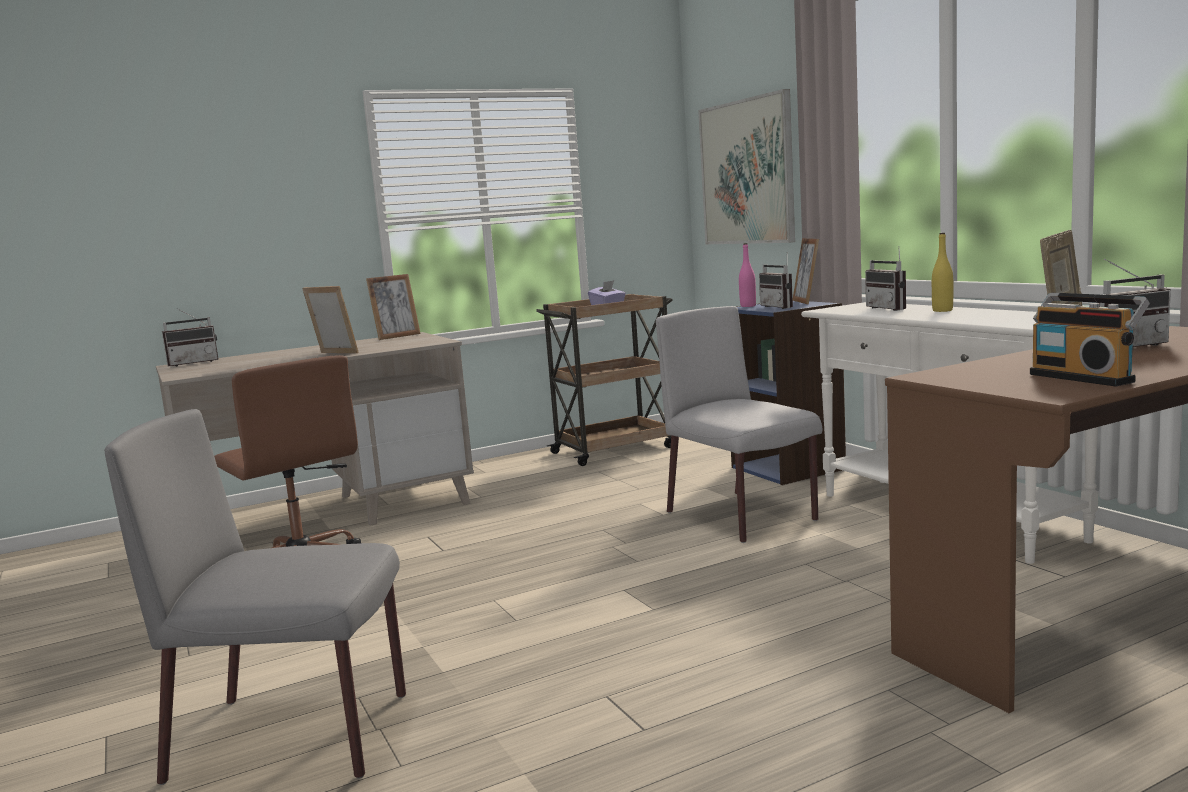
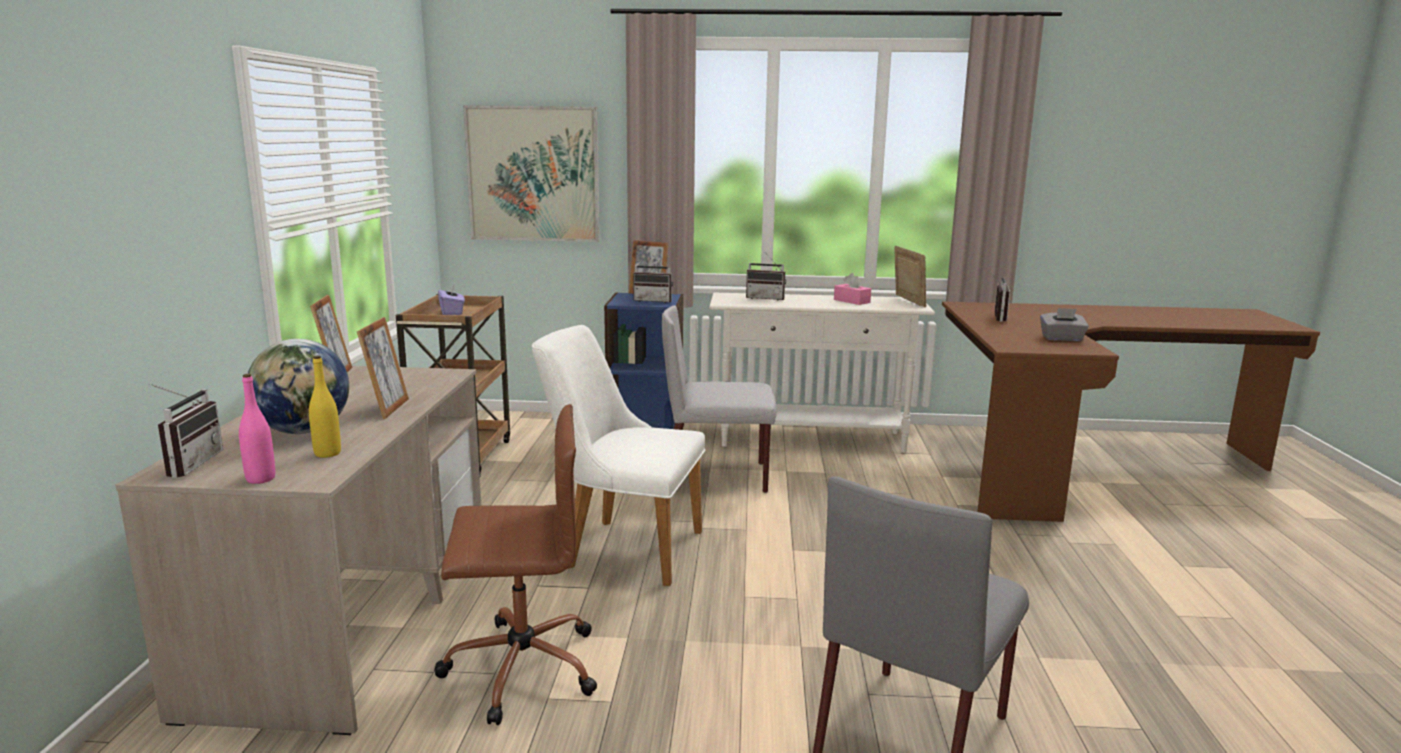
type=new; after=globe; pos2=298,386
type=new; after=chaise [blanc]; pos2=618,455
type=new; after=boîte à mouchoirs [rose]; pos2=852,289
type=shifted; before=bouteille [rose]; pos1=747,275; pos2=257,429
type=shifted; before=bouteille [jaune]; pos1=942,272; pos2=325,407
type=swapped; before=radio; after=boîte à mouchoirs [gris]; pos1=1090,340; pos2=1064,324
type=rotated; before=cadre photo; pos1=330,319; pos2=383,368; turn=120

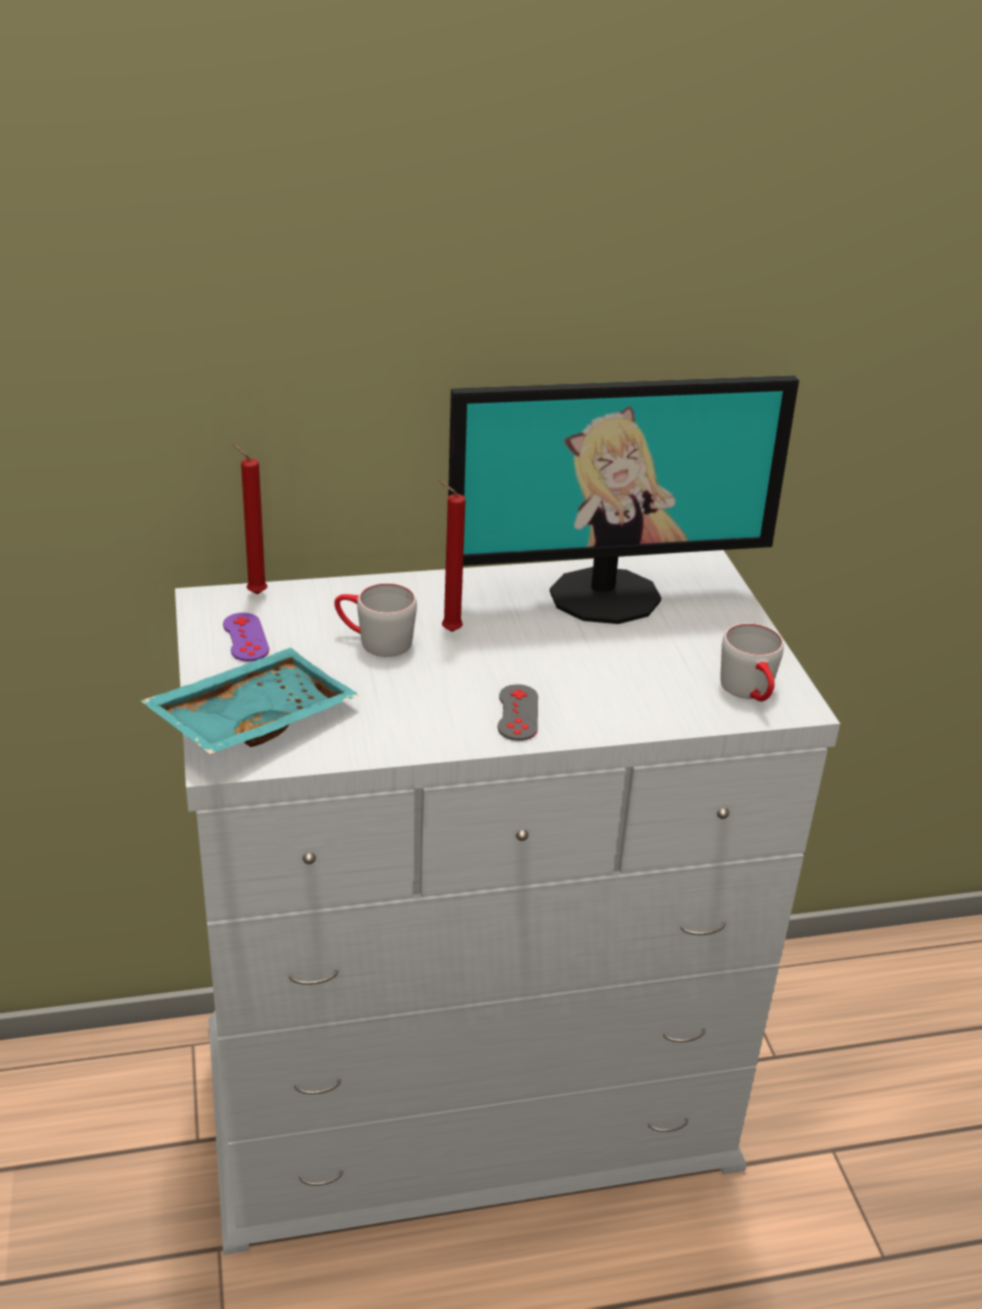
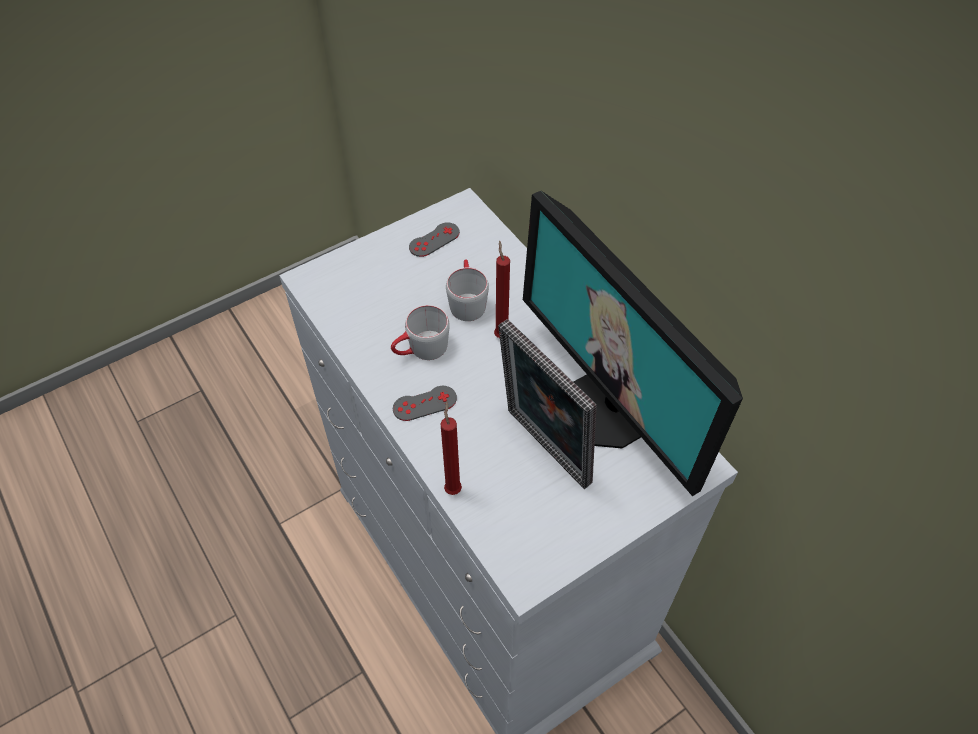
type=gone; before=plateau [turquoise]; pos1=250,701
type=new; after=cadre photo; pos2=547,404
type=shifted; before=bougie [rouge]; pos1=249,518; pos2=451,448
type=shifted; before=mug [gris]; pos1=752,662; pos2=420,332
type=repainted; before=manette [violet]; after=manette [gris]; pos1=246,637; pos2=434,239

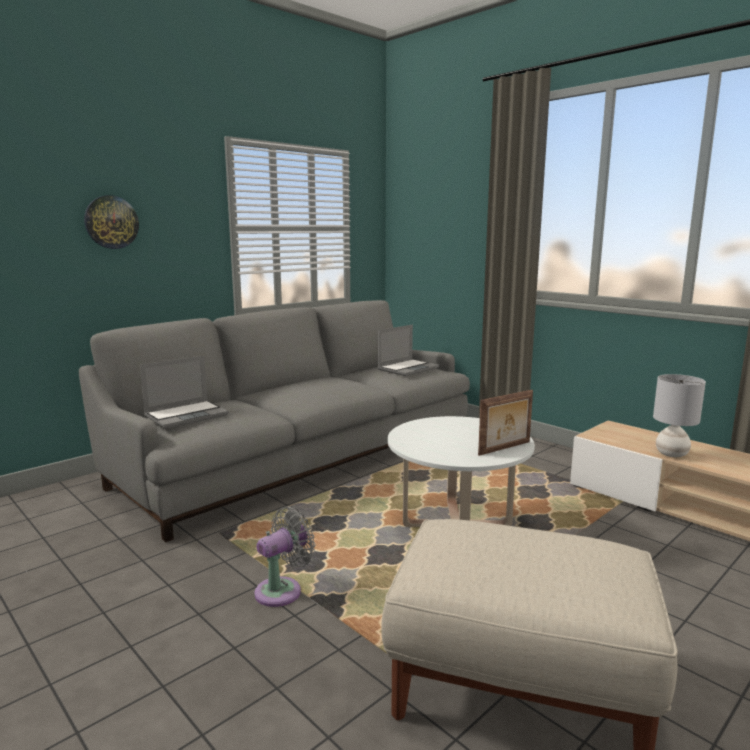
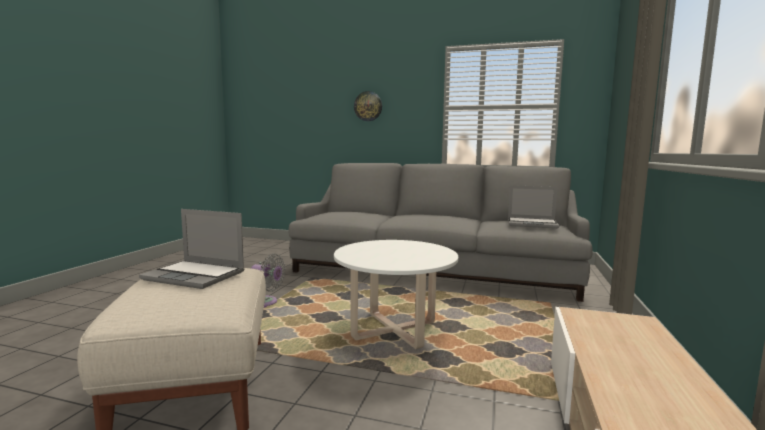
type=gone; before=cadre photo; pos1=505,423
type=gone; before=lampe de table [gris]; pos1=679,415
type=shifted; before=ordinateur portable; pos1=184,392; pos2=191,249

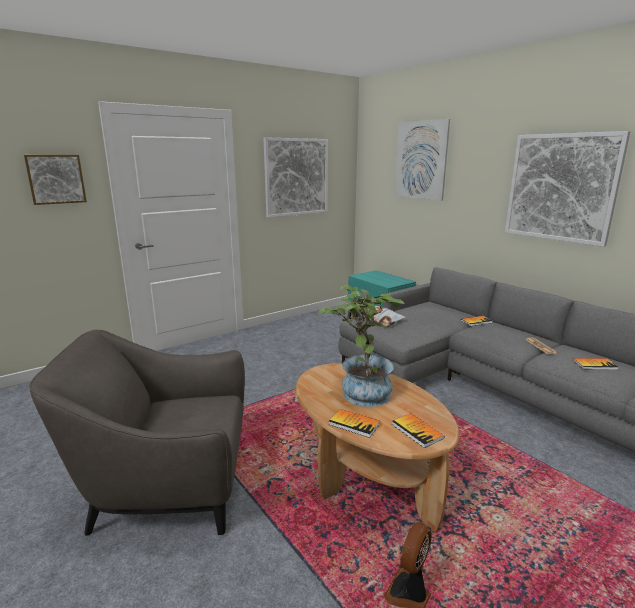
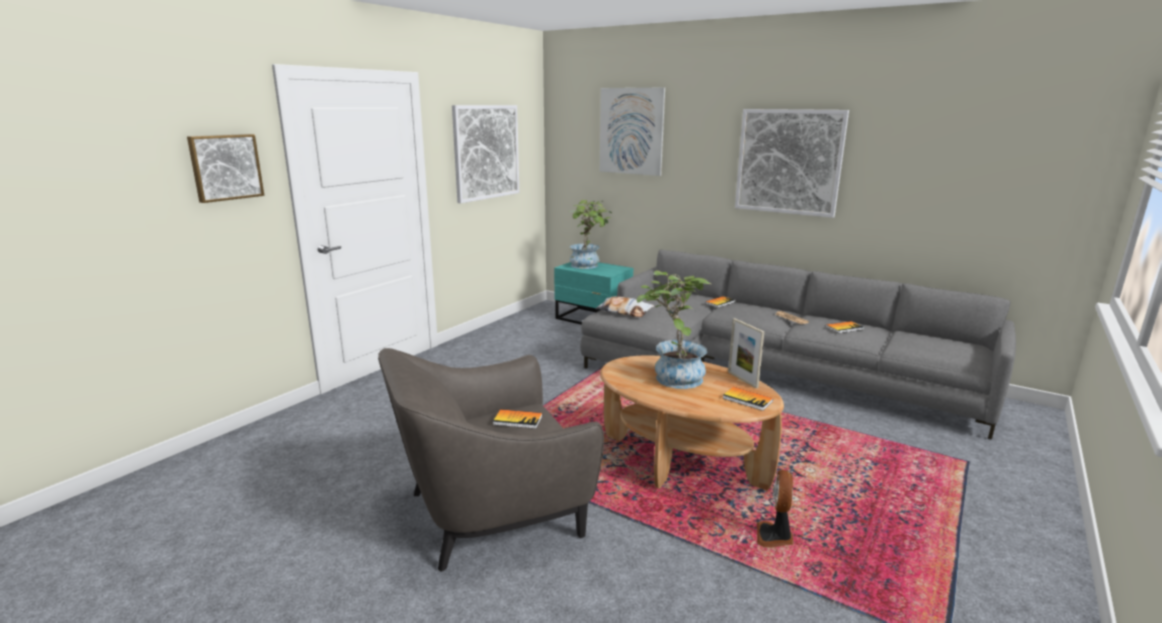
type=new; after=plante en pot; pos2=590,234
type=new; after=cadre photo; pos2=746,353
type=shifted; before=livre; pos1=354,423; pos2=517,419

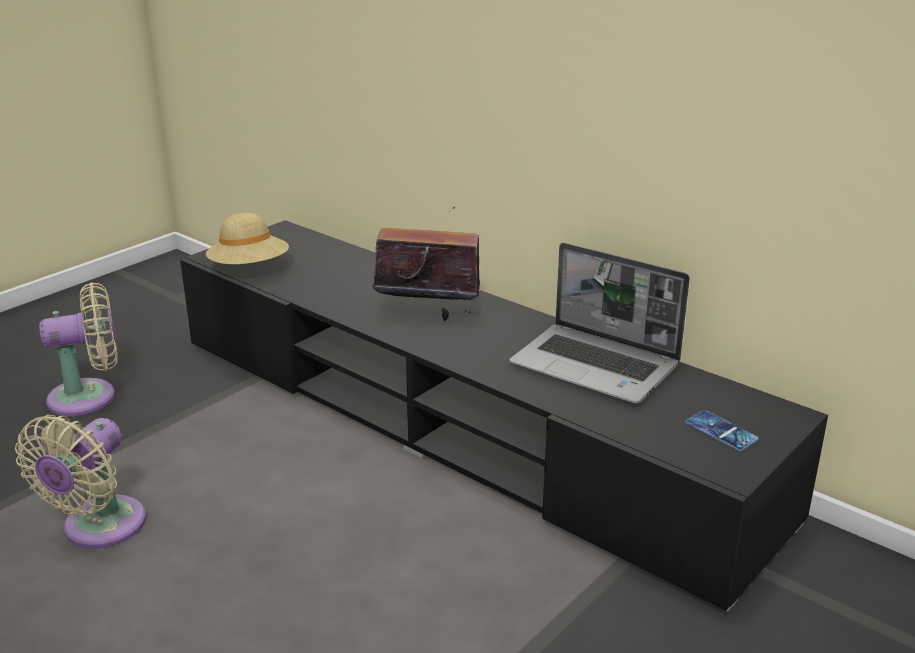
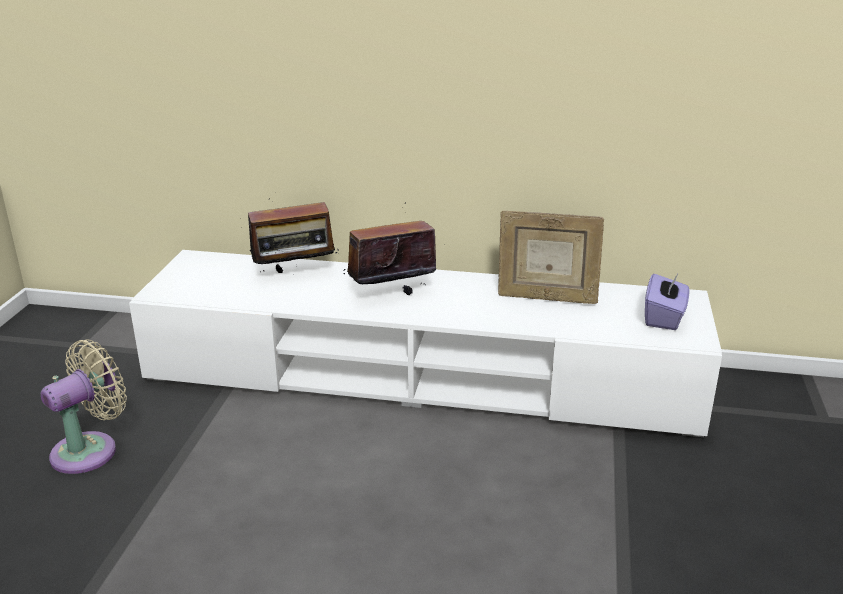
type=gone; before=ventilateur [beige]; pos1=80,482
type=gone; before=chapeau [beige]; pos1=247,238
type=new; after=radio; pos2=293,235
type=swapped; before=ordinateur portable; after=cadre photo; pos1=599,323; pos2=551,257
type=swapped; before=téléphone; after=boîte à mouchoirs [violet]; pos1=722,430; pos2=667,302
type=repainted; before=meuble télé [noir]; after=meuble télé [blanc]; pos1=504,416; pos2=425,343

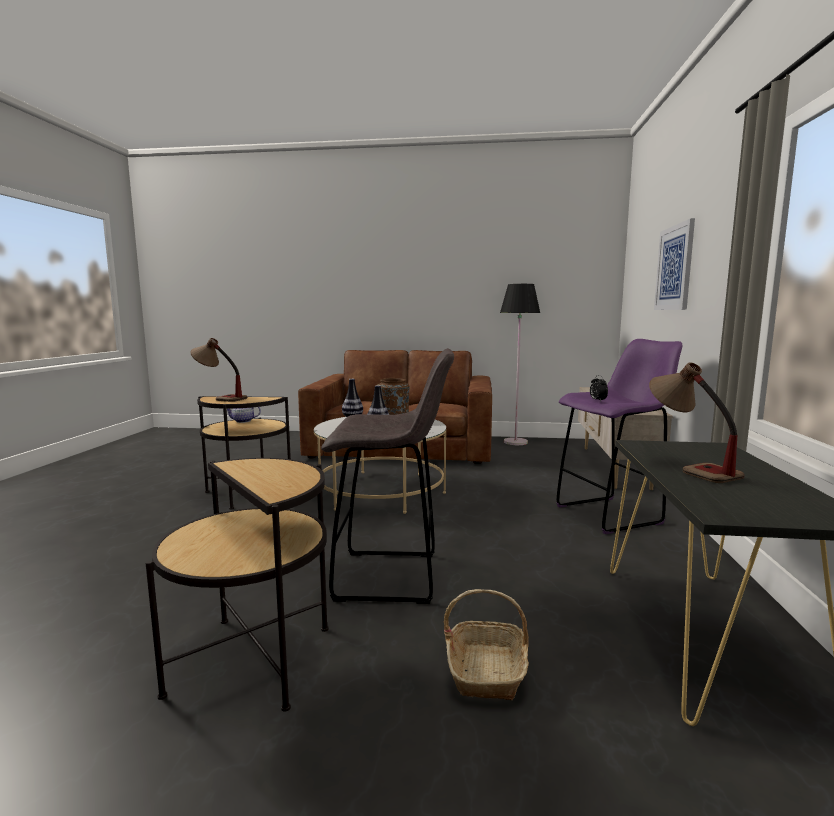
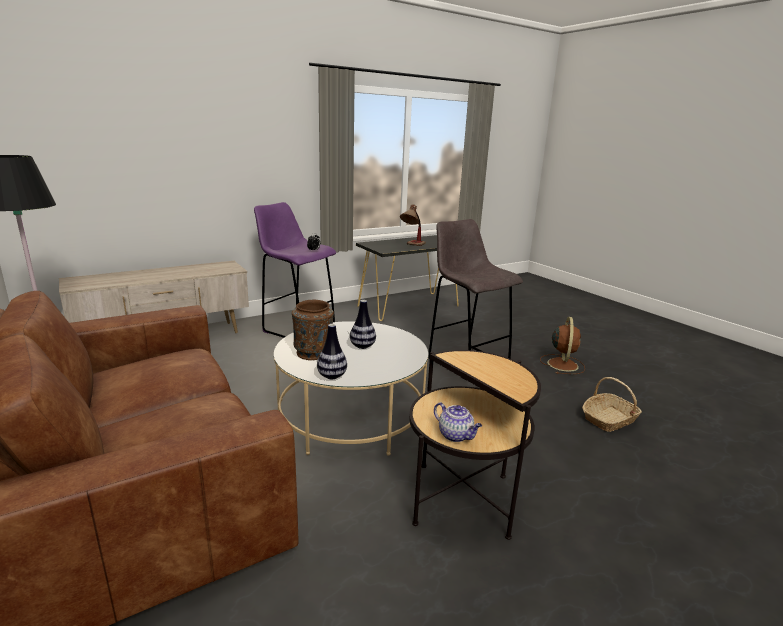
type=gone; before=lampe de table; pos1=218,370
type=gone; before=tableau; pos1=674,264
type=shifted; before=panier; pos1=486,644; pos2=612,404
type=swapped; before=table d'appoint; after=ventilateur [marron]; pos1=237,585; pos2=562,345

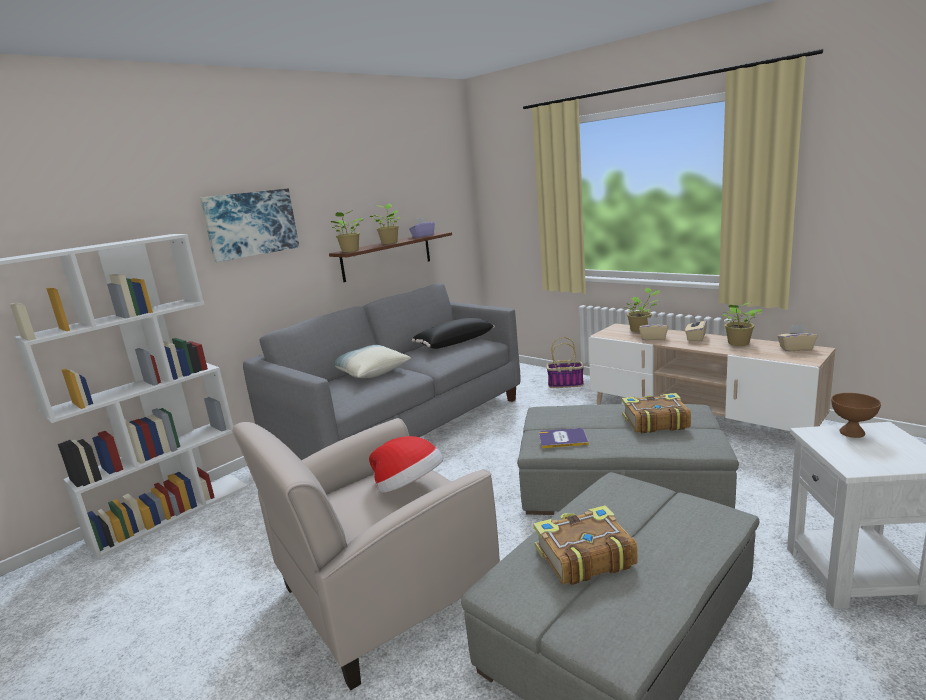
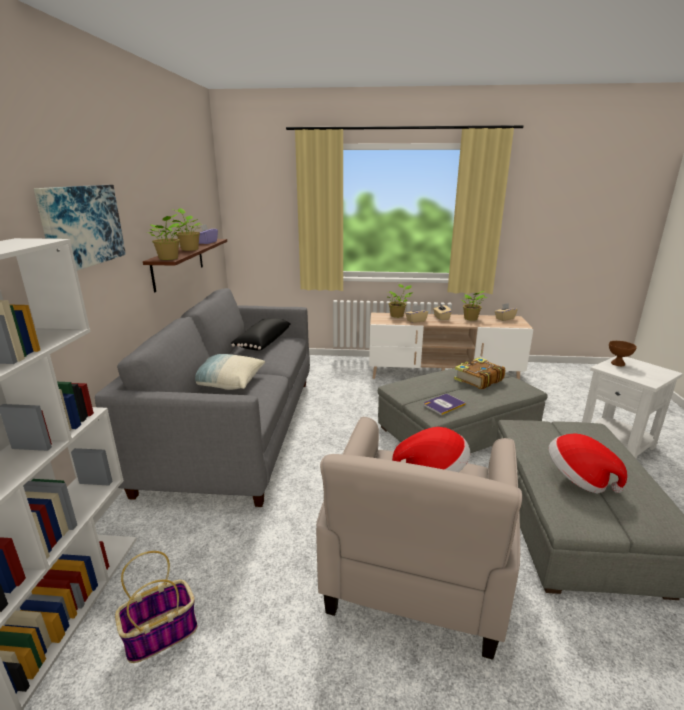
type=shifted; before=panier; pos1=565,362; pos2=156,607
type=swapped; before=livre; after=chapeau; pos1=585,545; pos2=588,463

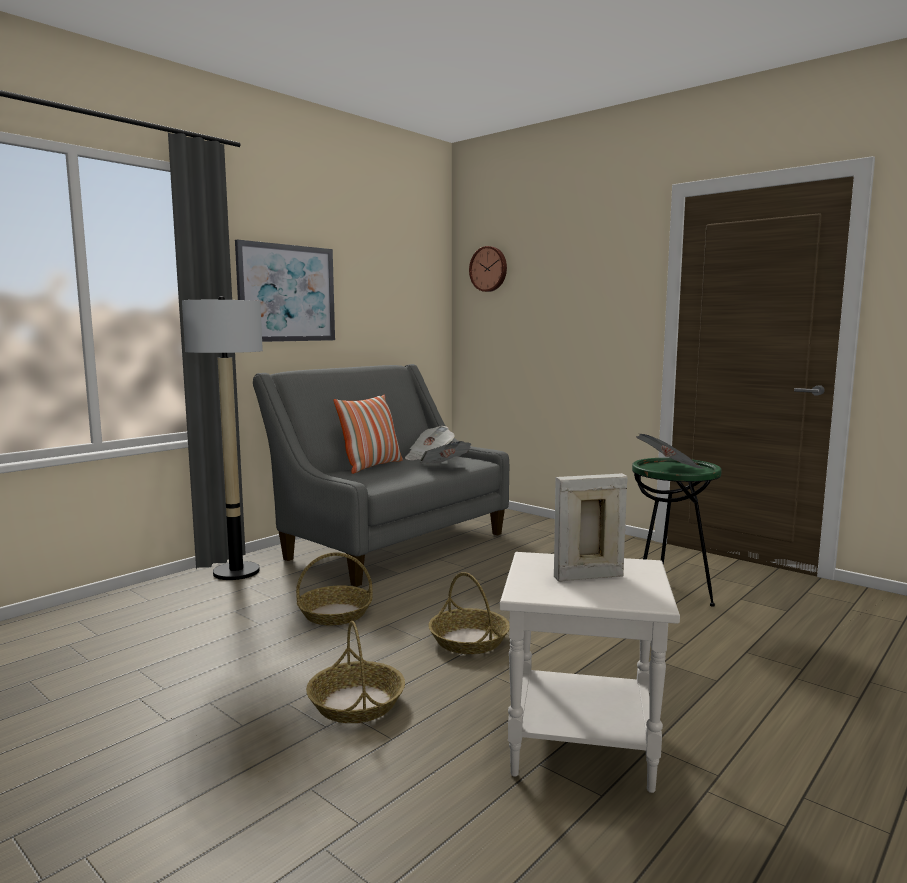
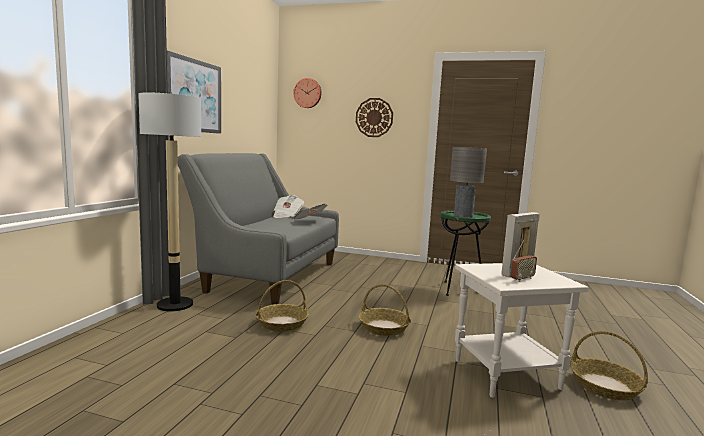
type=gone; before=coussin; pos1=368,434
type=new; after=horloge murale; pos2=374,117
type=new; after=radio; pos2=524,261
type=shifted; before=panier; pos1=355,672; pos2=609,365
type=swapped; before=journal; after=lampe de table [gris]; pos1=670,451; pos2=468,182

